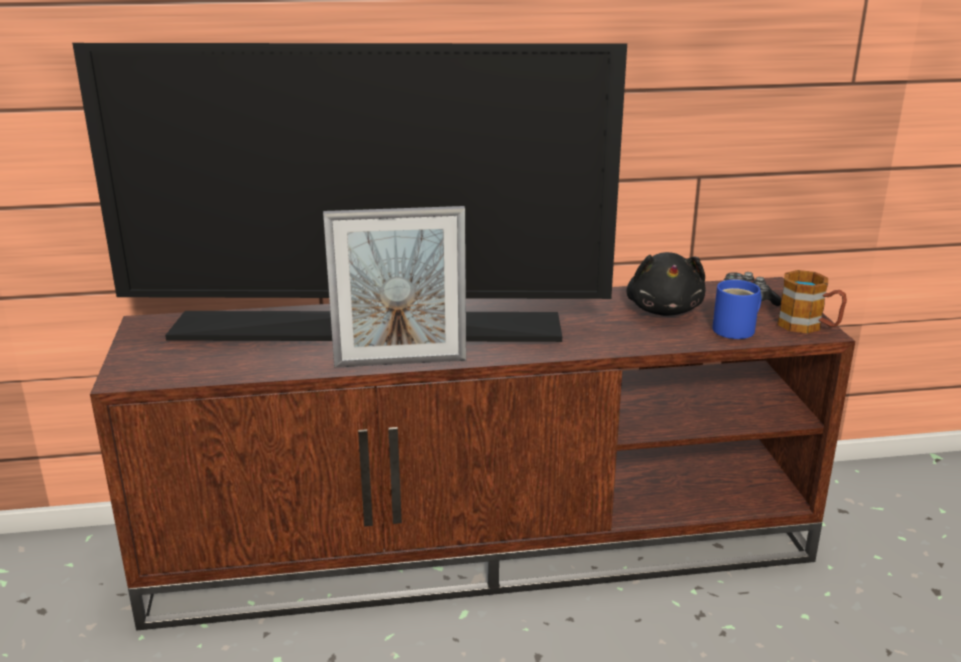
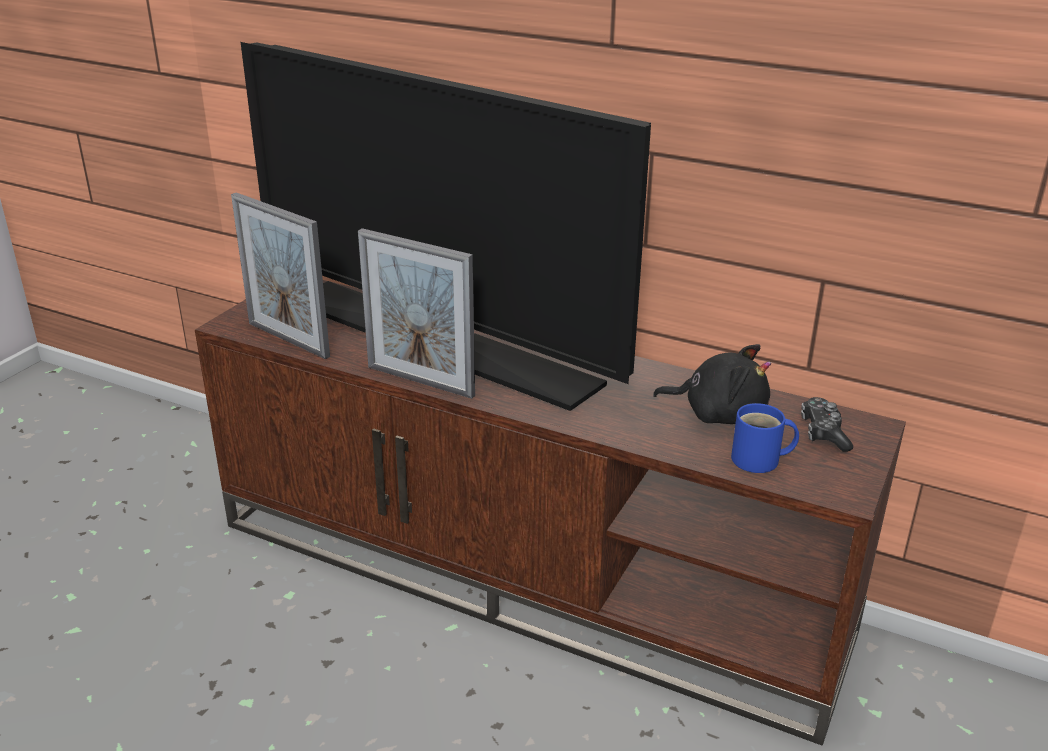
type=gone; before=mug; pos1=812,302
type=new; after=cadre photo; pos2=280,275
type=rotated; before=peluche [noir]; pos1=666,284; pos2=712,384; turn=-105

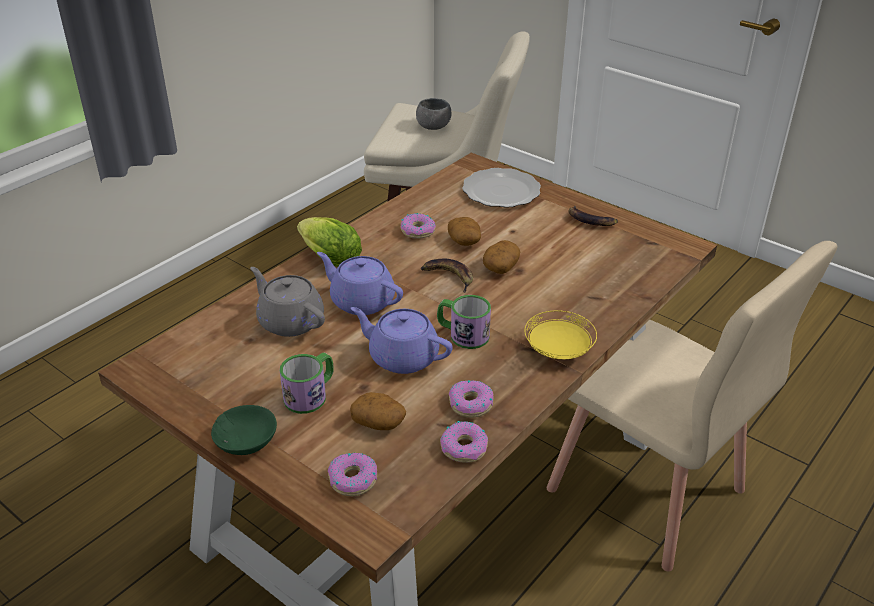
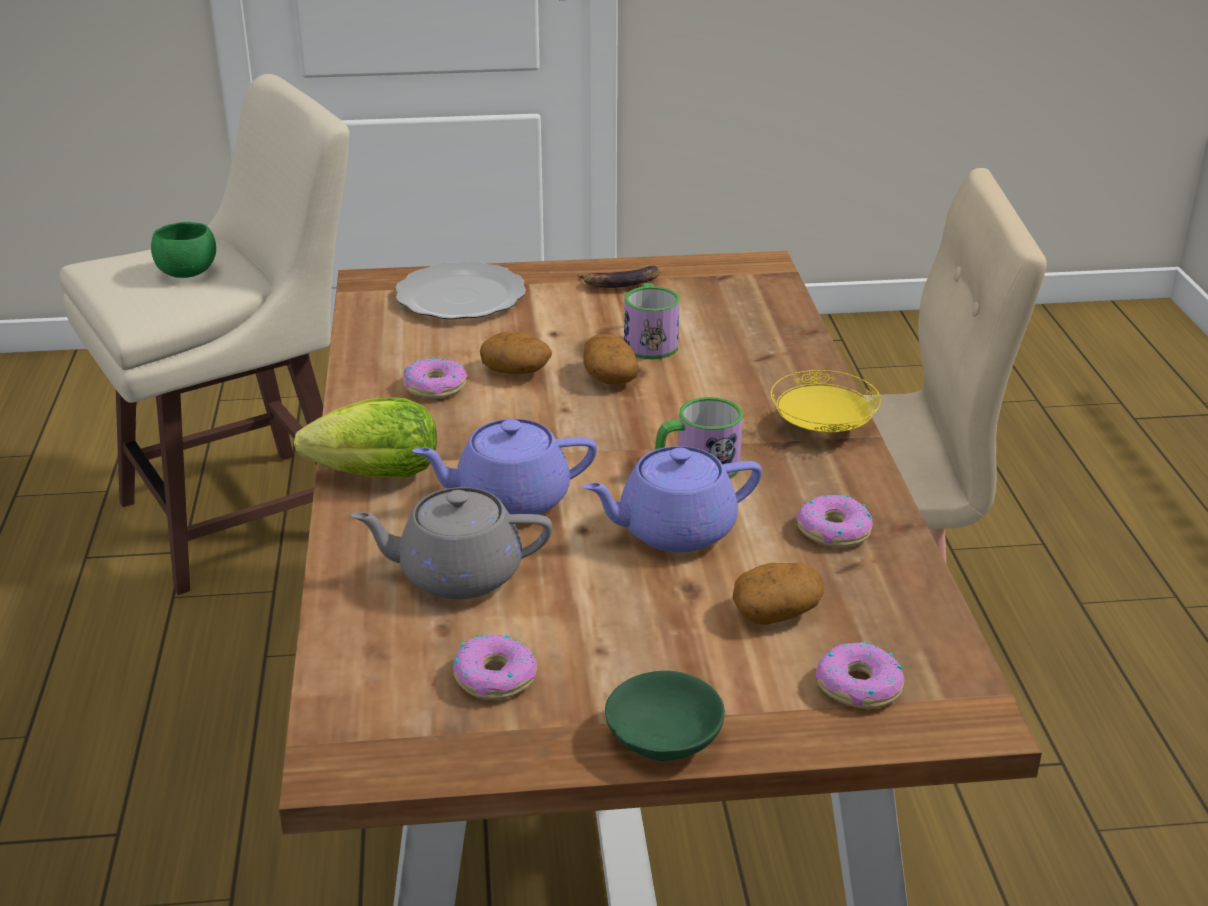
type=gone; before=banane; pos1=447,276
type=shifted; before=mug; pos1=307,383; pos2=652,321
type=shifted; before=beignet; pos1=464,442; pos2=495,667
type=repainted; before=bol [gris]; after=bol [vert]; pos1=433,114; pos2=183,250

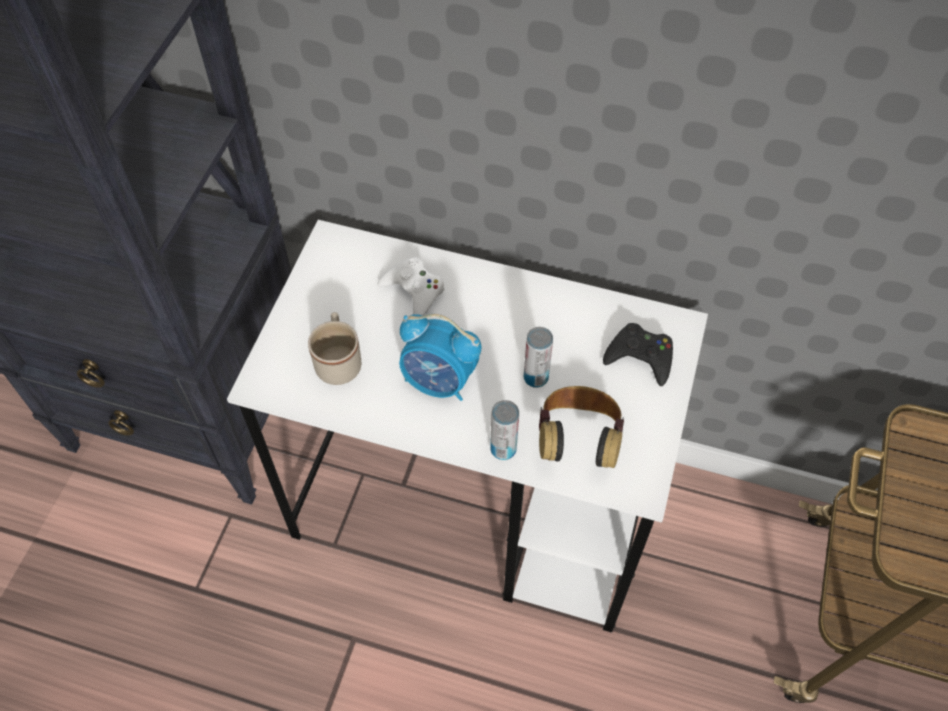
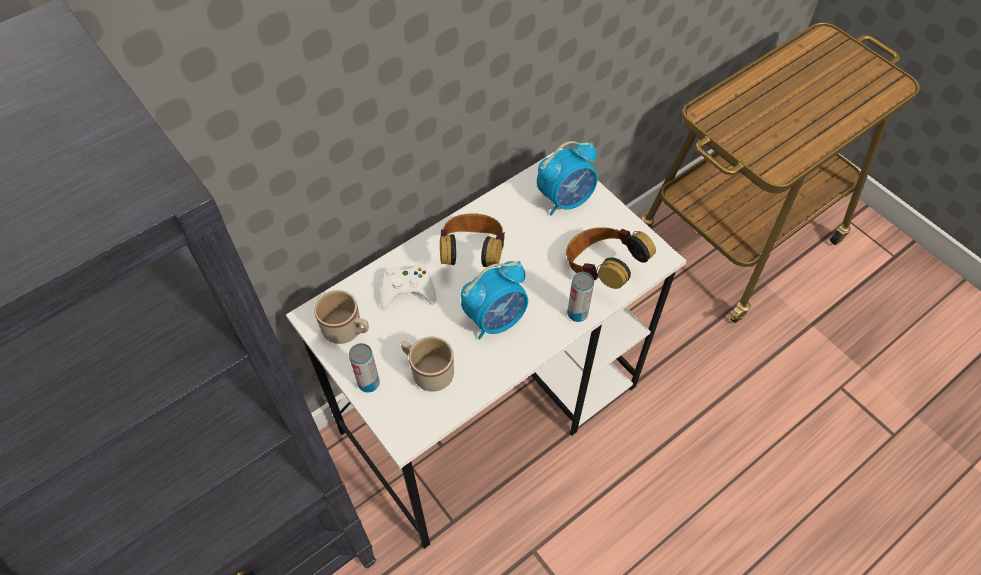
type=new; after=mug [beige]; pos2=341,317
type=new; after=casque audio; pos2=472,240
type=shifted; before=boîte métallique; pos1=538,357; pos2=364,367
type=swapped; before=manette [noir]; after=réveil; pos1=638,354; pos2=567,178

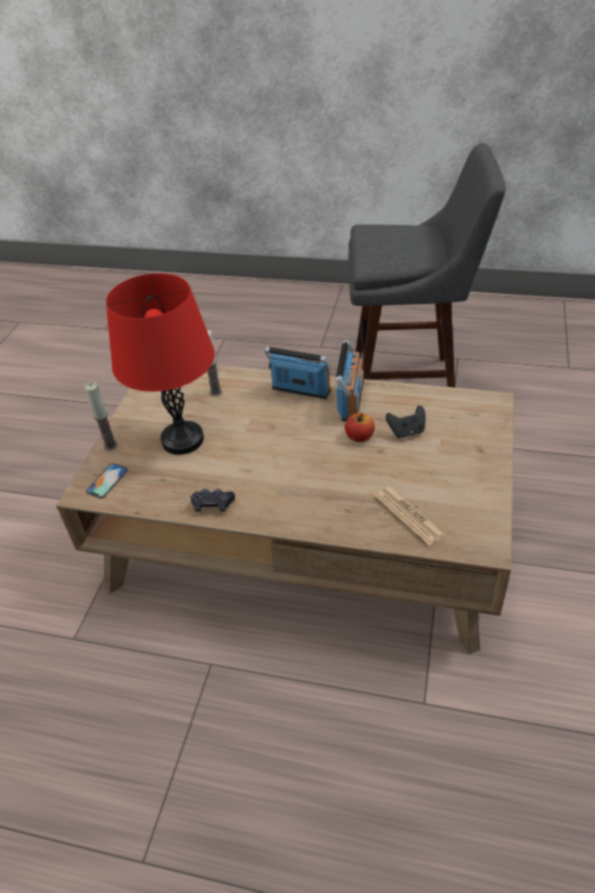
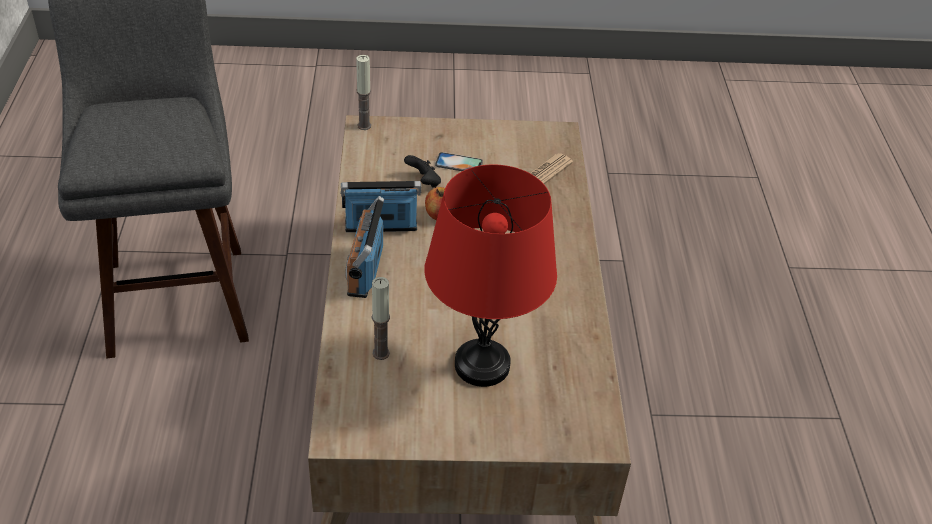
type=gone; before=manette [noir]; pos1=212,500
type=shifted; before=bougie; pos1=101,416; pos2=363,92
type=shifted; before=téléphone; pos1=107,481; pos2=459,161

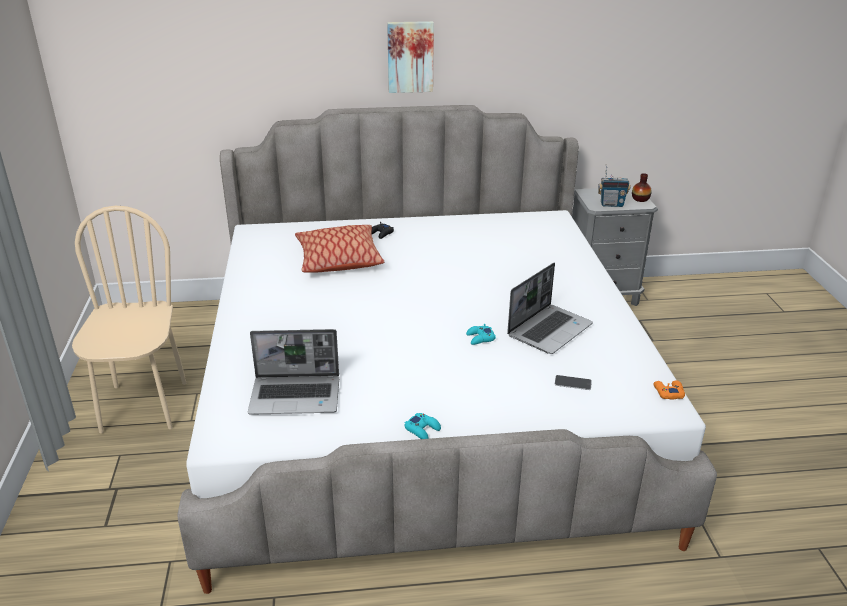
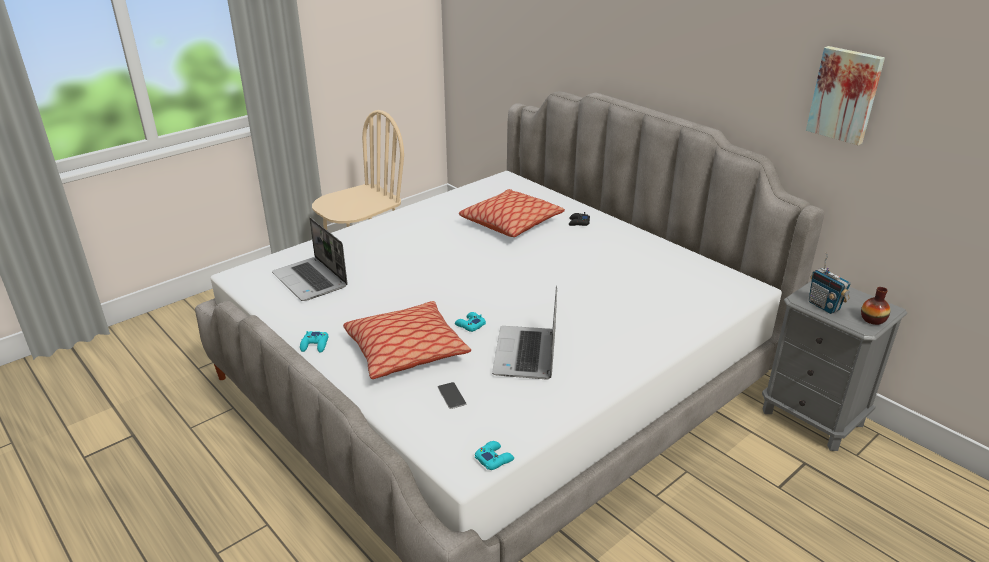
type=new; after=coussin; pos2=407,340
type=shifted; before=tableau; pos1=410,57; pos2=845,95
type=repainted; before=manette [orange]; after=manette [turquoise]; pos1=669,390; pos2=494,455
type=rotated; before=ordinateur portable; pos1=550,308; pos2=524,333; turn=90

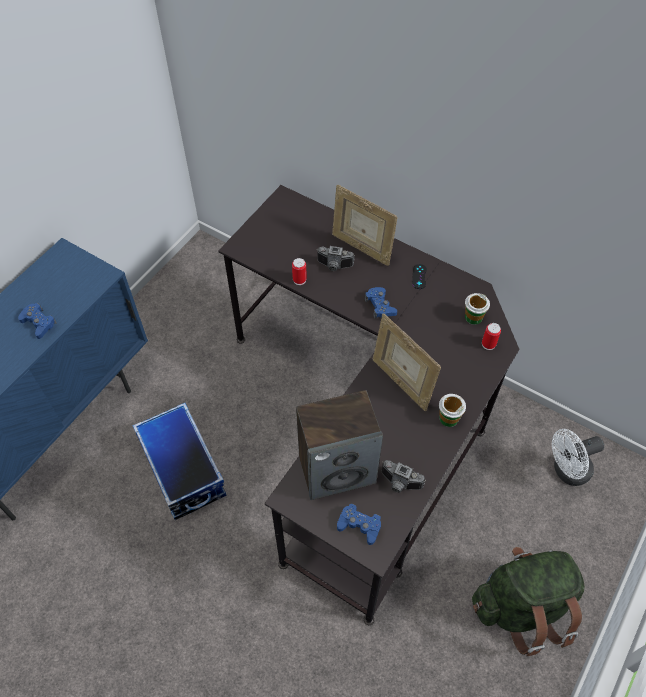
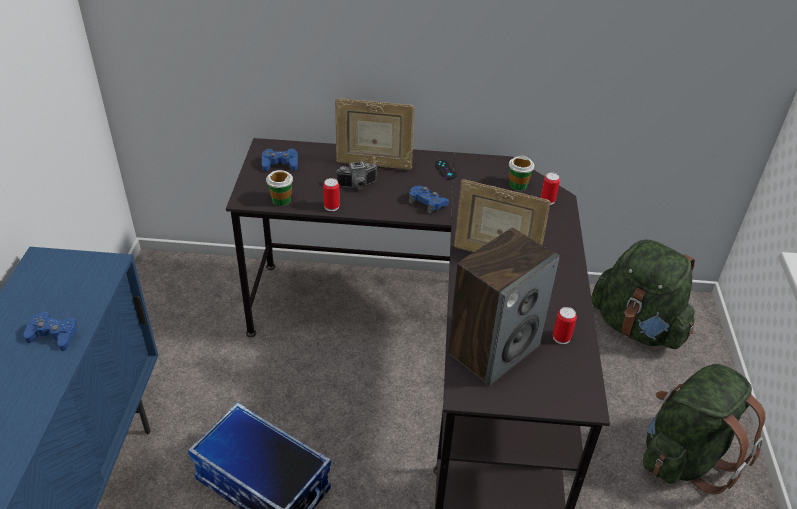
type=shifted; before=manette [bleu]; pos1=359,524; pos2=279,160
type=shifted; before=tasse; pos1=452,410; pos2=279,188
type=swapped; before=appareil photo; after=boîte métallique; pos1=404,476; pos2=565,325
type=swapped; before=ventilateur [blanc]; after=sac à dos [vert]; pos1=578,457; pos2=643,294

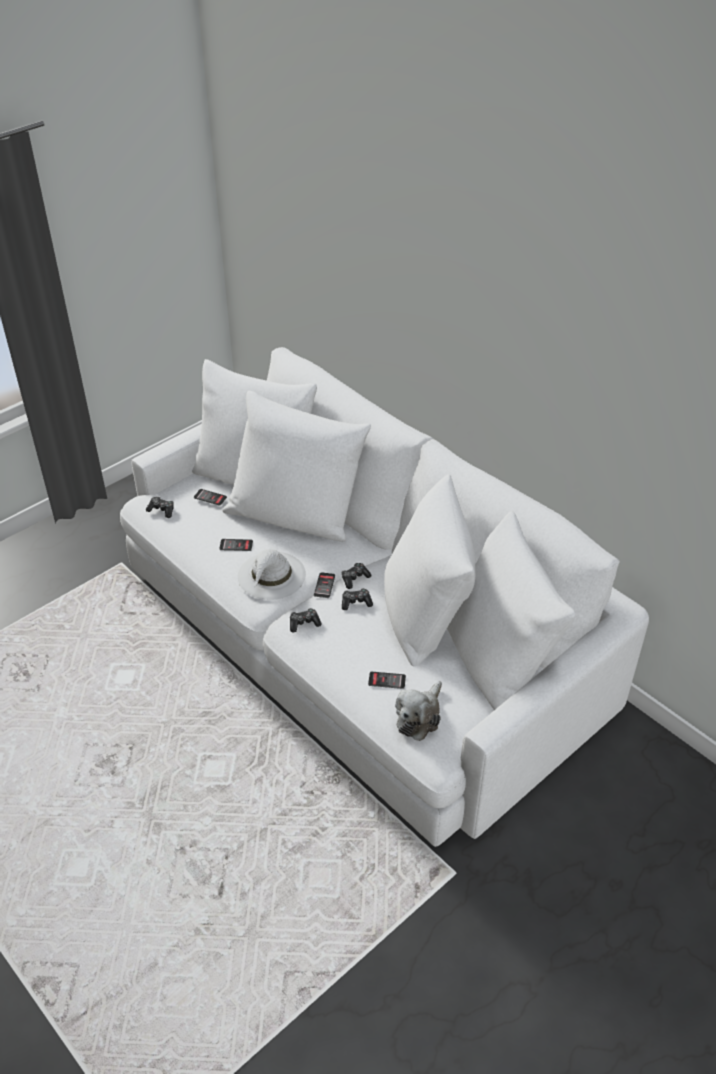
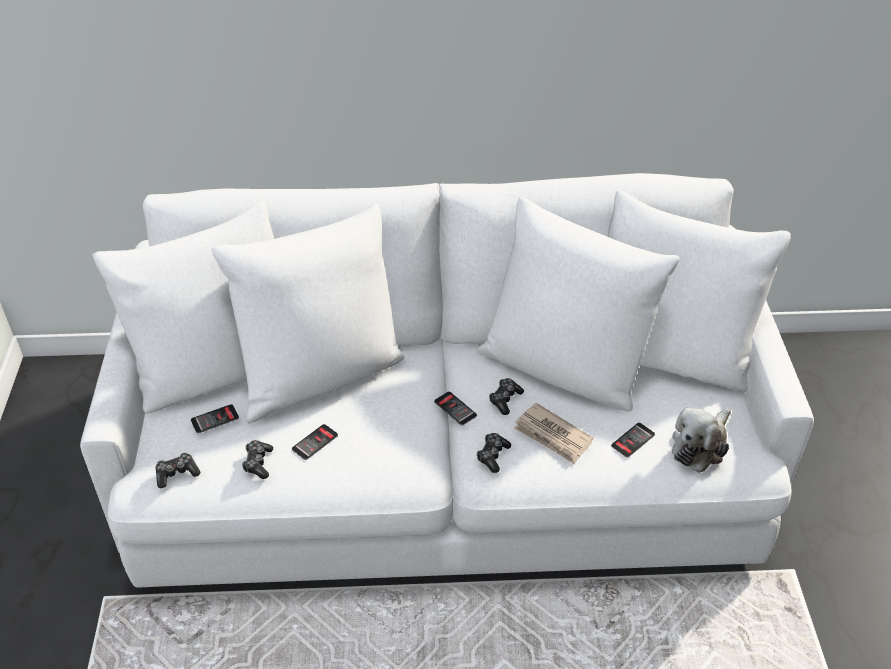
type=gone; before=chapeau [blanc]; pos1=272,574
type=new; after=journal; pos2=554,433
type=shifted; before=manette; pos1=356,576; pos2=257,459
type=rotated; before=peluche; pos1=418,711; pos2=701,440; turn=60

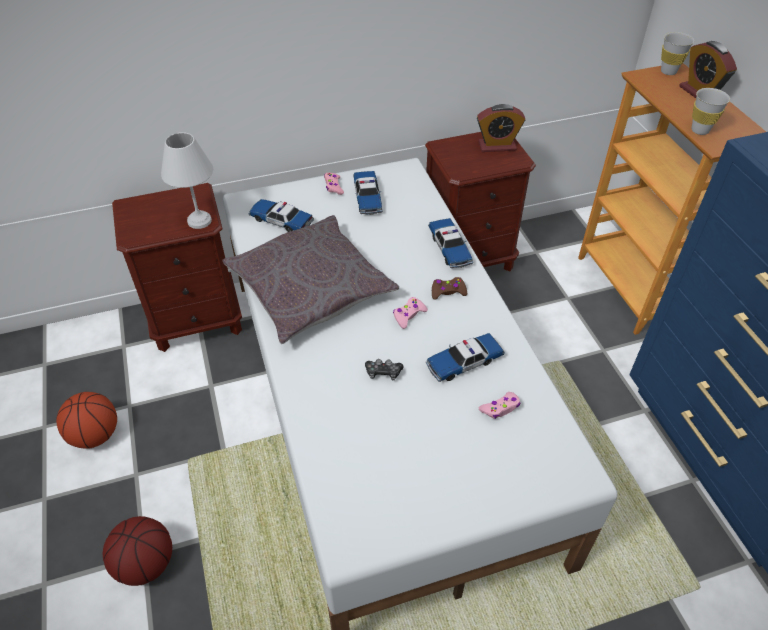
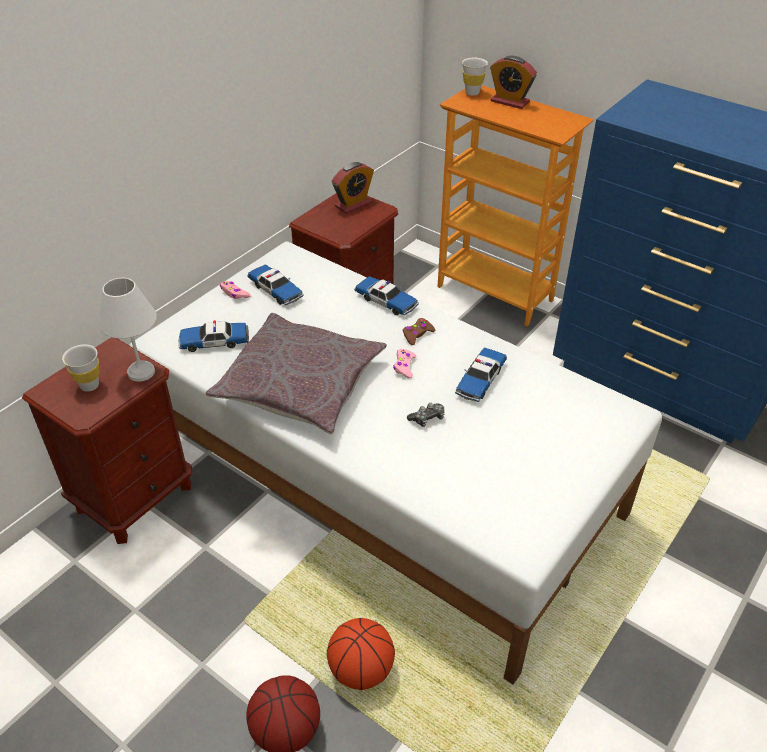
type=gone; before=manette [rose]; pos1=500,405
type=shifted; before=ballon de basket; pos1=86,420; pos2=361,654
type=shifted; before=tasse [blanc]; pos1=711,111; pos2=80,368

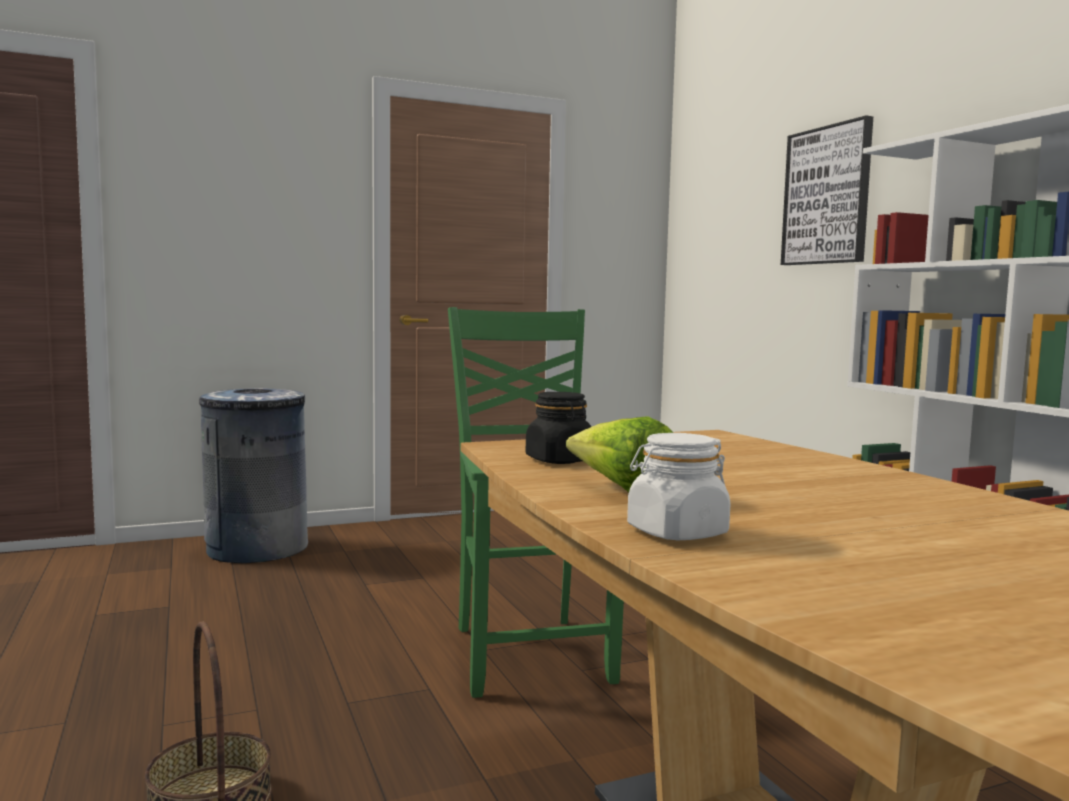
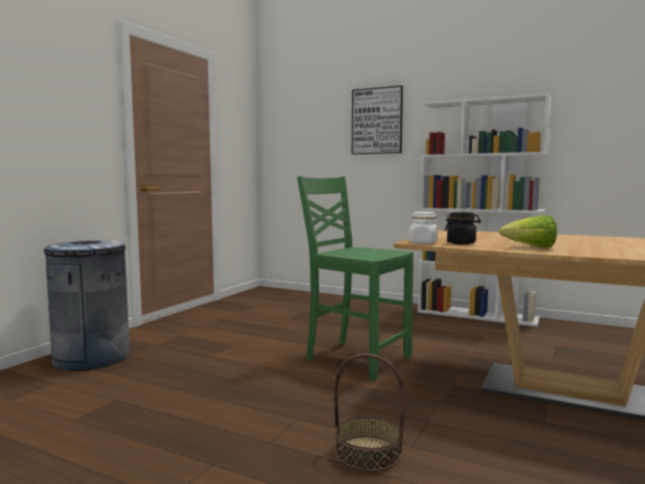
type=shifted; before=bocal [blanc]; pos1=678,486; pos2=423,228

